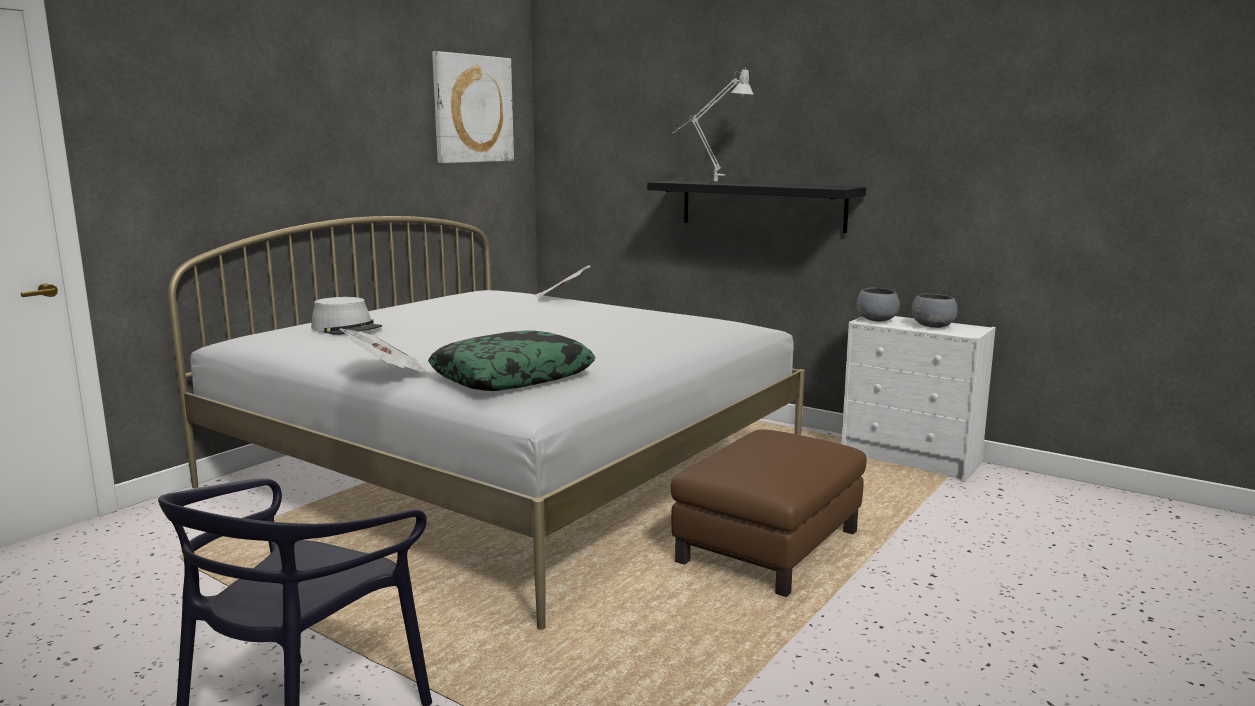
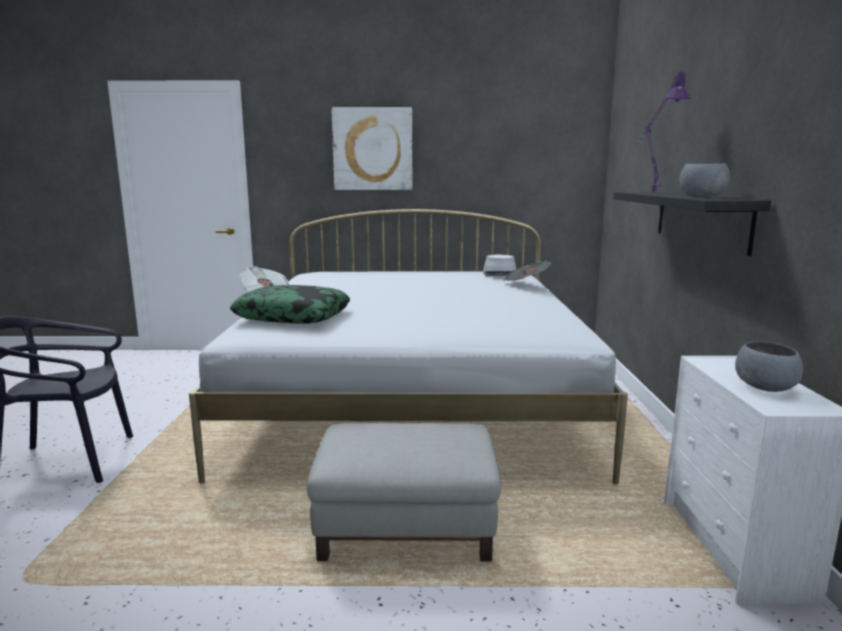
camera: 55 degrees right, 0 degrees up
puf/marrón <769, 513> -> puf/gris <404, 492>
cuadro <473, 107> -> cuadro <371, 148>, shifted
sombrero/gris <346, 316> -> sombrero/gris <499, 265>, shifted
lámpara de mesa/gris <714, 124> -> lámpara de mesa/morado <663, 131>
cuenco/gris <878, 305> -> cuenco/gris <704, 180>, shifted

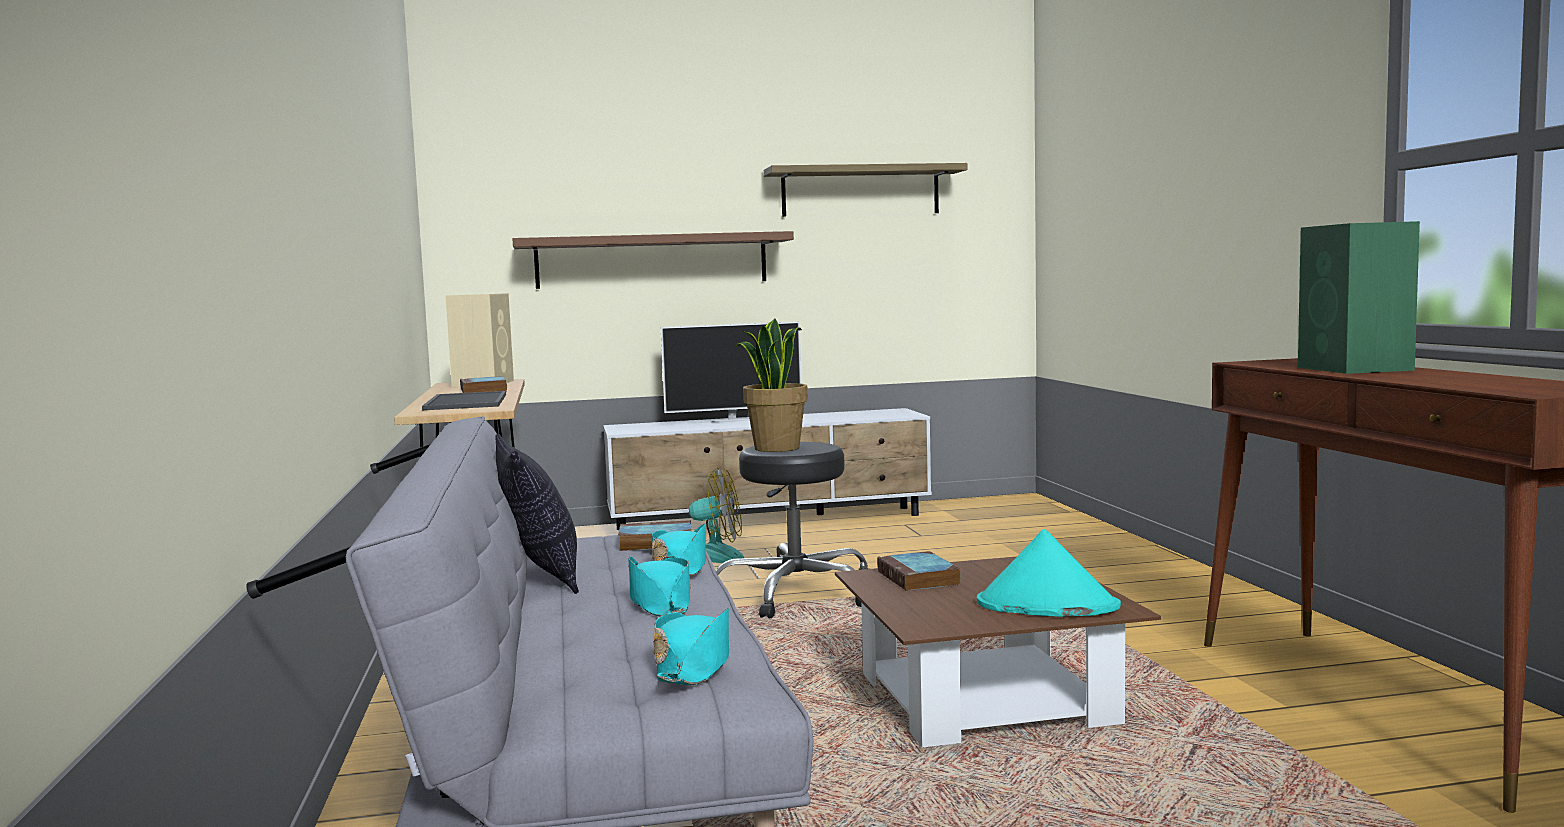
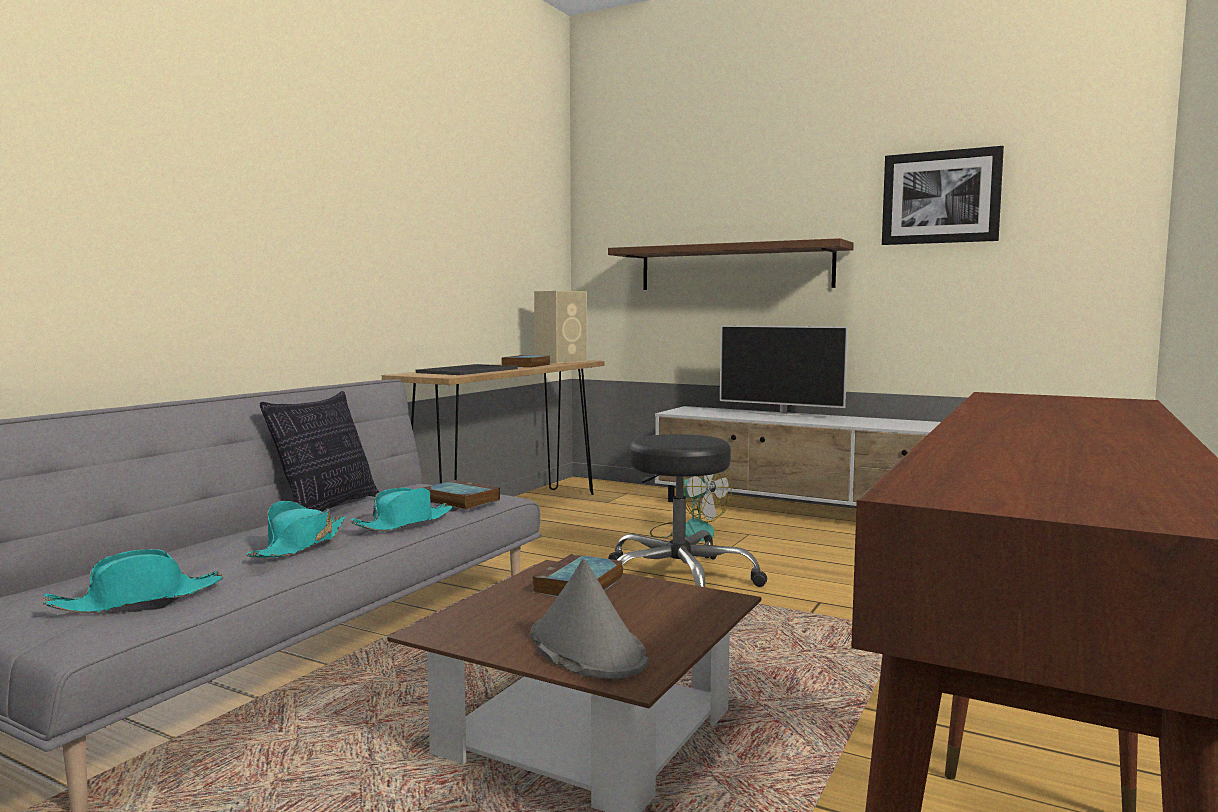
camera: 40 degrees right, 0 degrees up
sombrero/turquesa <1049, 573> -> sombrero/gris <589, 619>
estante <865, 190> -> cuadro <943, 195>
planta en maceta <772, 385> -> none
altavoz/verde <1359, 297> -> none

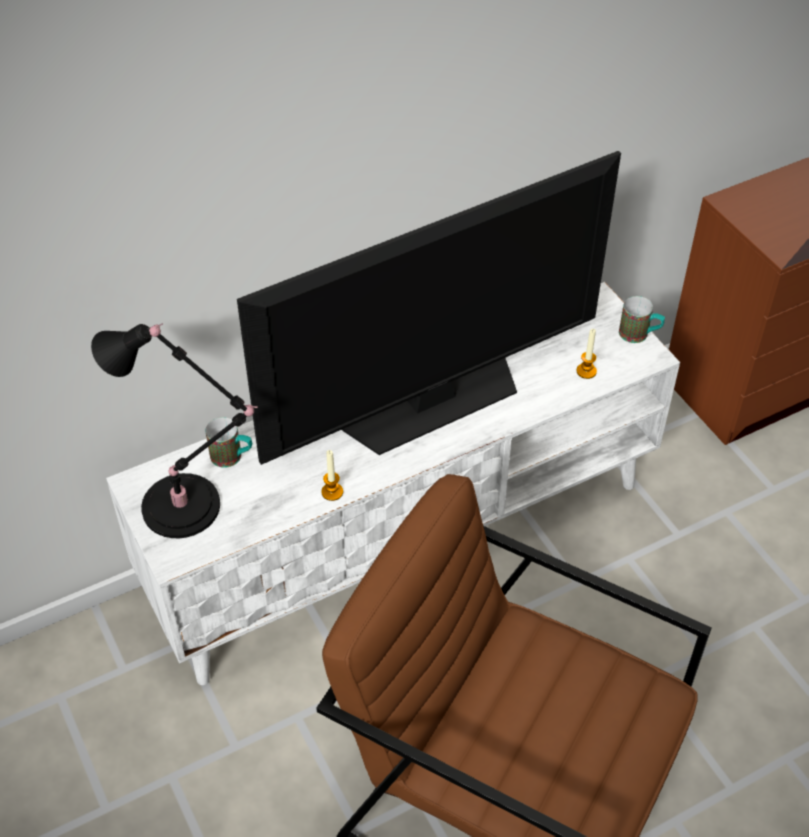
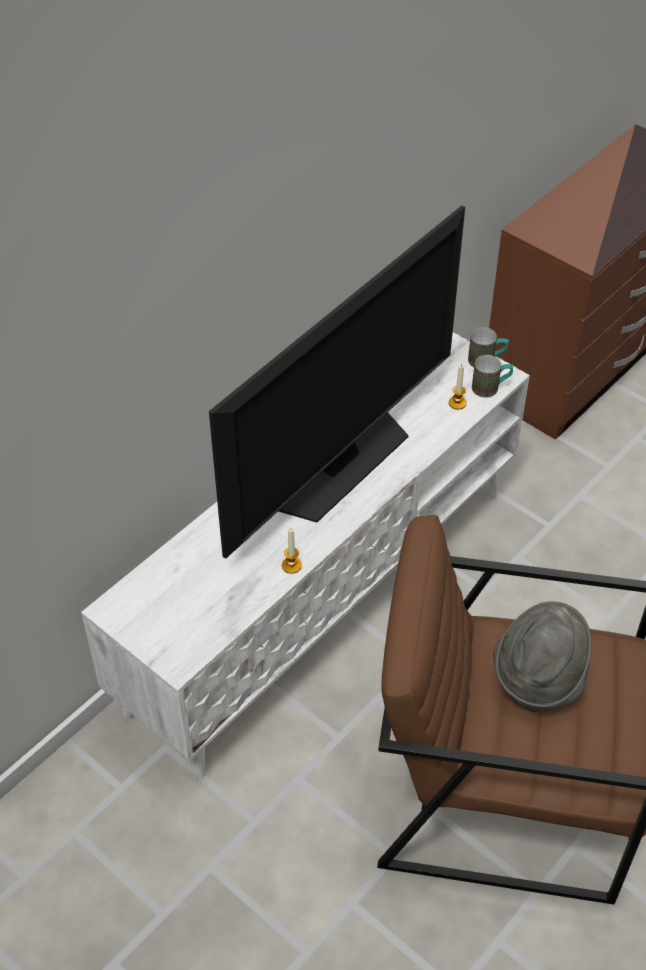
camera: 20 degrees left, 0 degrees up
taza grande <228, 442> -> taza grande <492, 376>, shifted
none -> sombrero/gris <542, 656>
lámpara de mesa/negro <174, 430> -> none

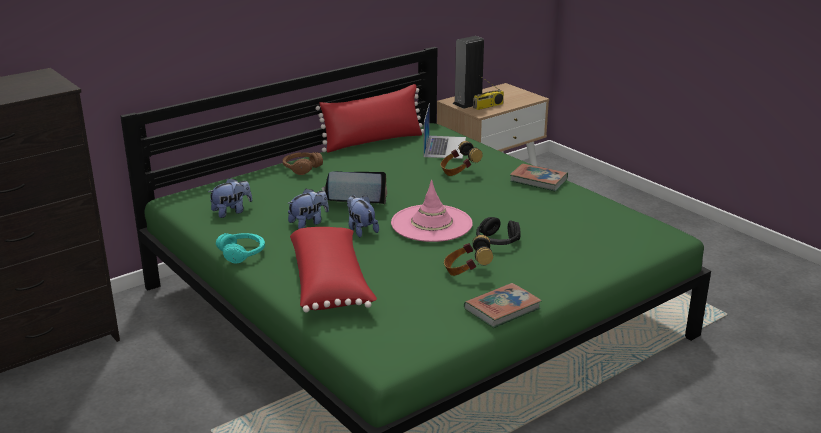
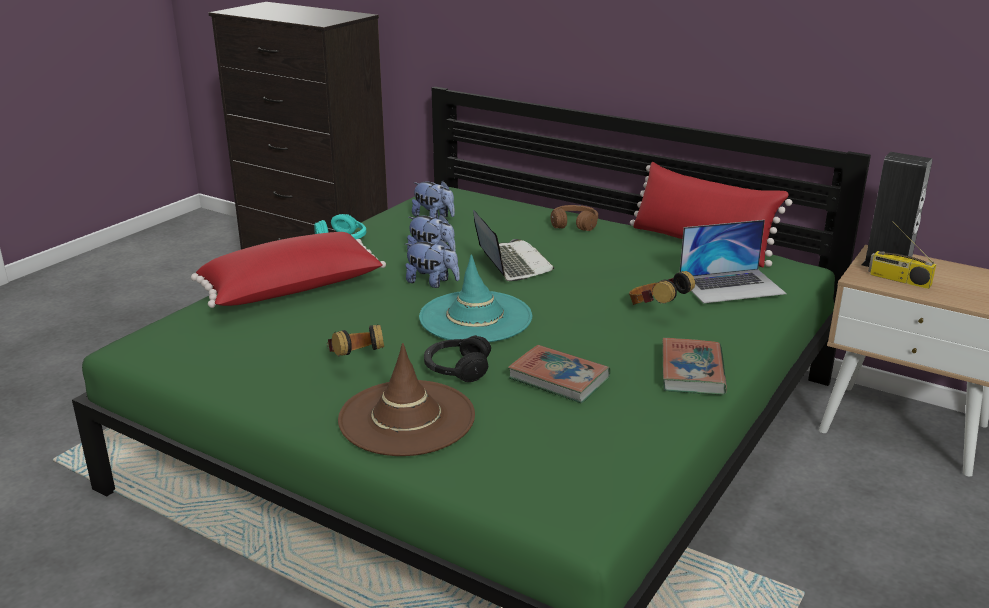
camera: 70 degrees right, 0 degrees up
none -> sombrero/marrón <406, 399>
peluche <363, 216> -> peluche <432, 263>, 75 degrees clockwise
sombrero/rosa <432, 211> -> sombrero/turquesa <475, 298>
libro <503, 305> -> libro <559, 374>, shifted

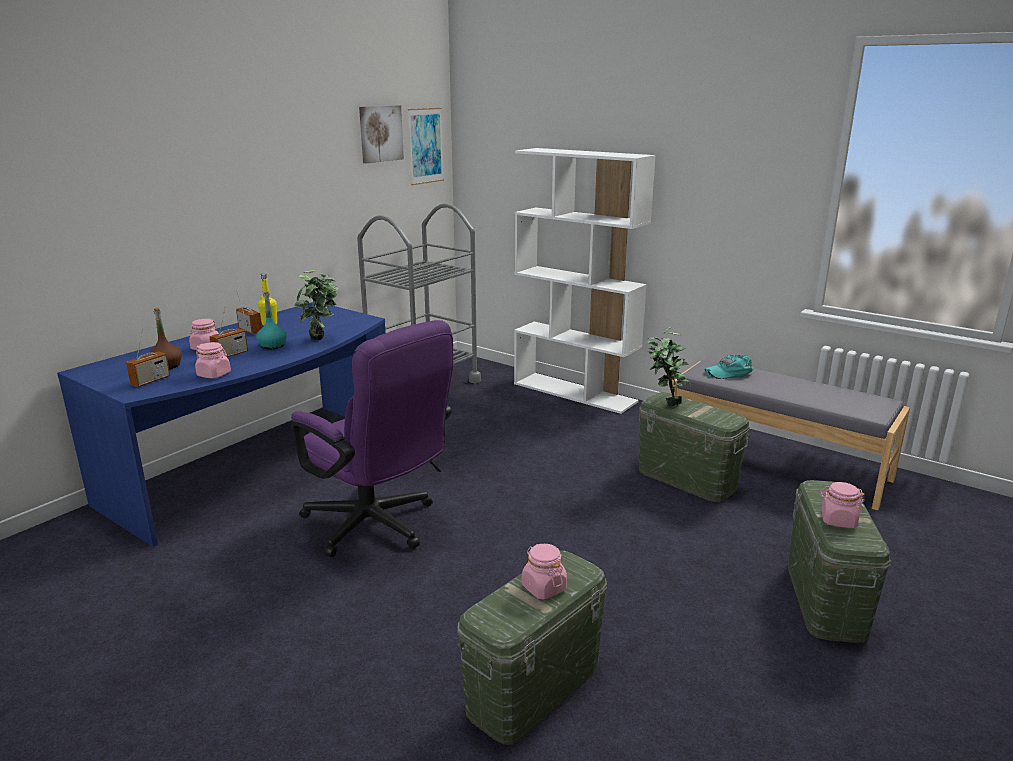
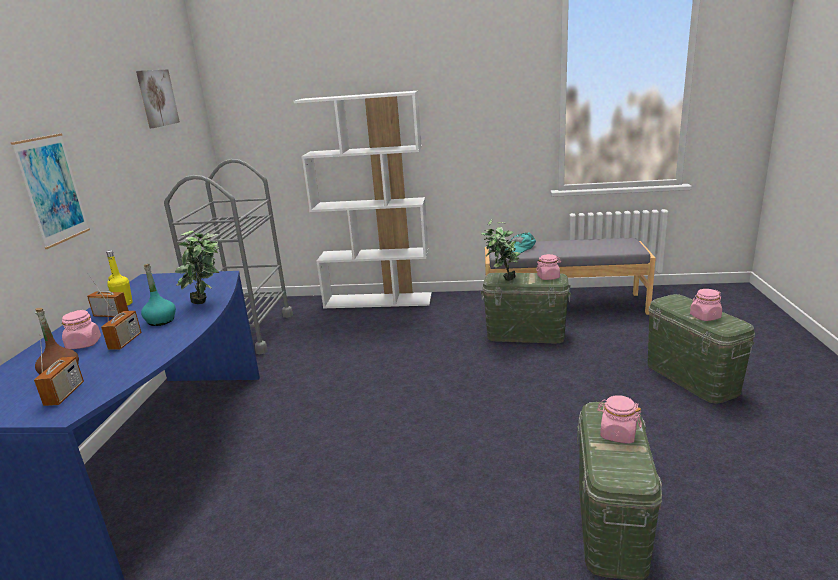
camera: 30 degrees left, 0 degrees up
cuadro <426, 146> -> cuadro <50, 191>, shifted
tarro/rosa <213, 360> -> tarro/rosa <548, 267>, shifted
silla de oficina/morado <372, 438> -> none

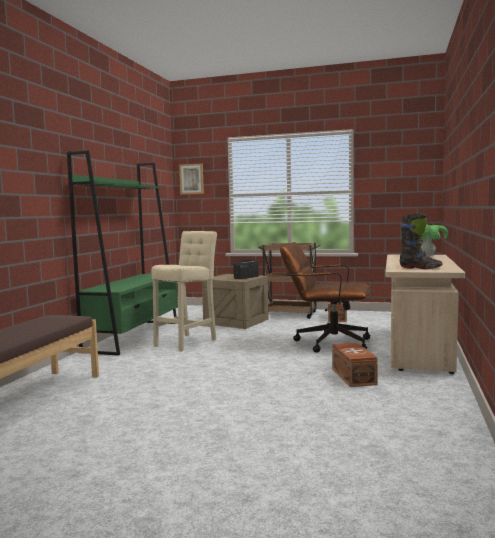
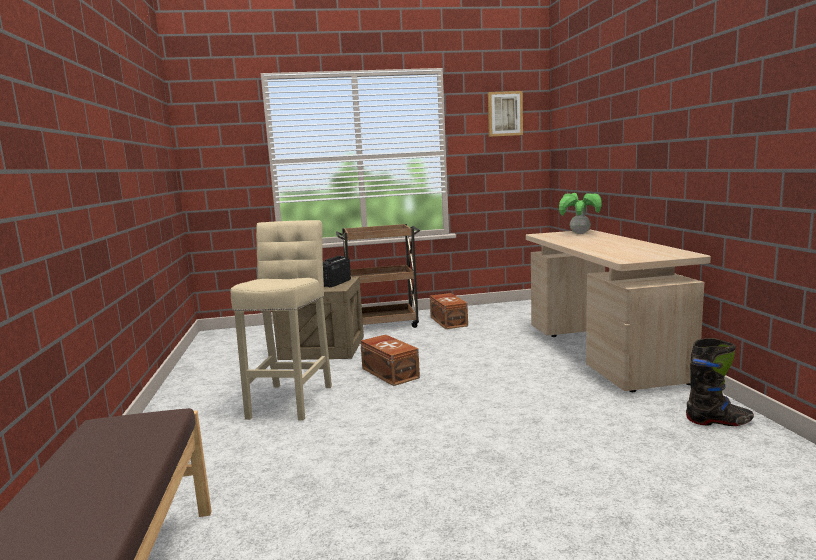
camera: 25 degrees left, 5 degrees up
caja de almacenaje/marrón <355, 365> -> caja de almacenaje/marrón <390, 360>, shifted
cuadro <191, 179> -> cuadro <505, 114>, shifted
bota/negro <421, 241> -> bota/negro <720, 382>, shifted
estantería/verde <122, 253> -> none
silla de oficina/marrón <325, 297> -> none

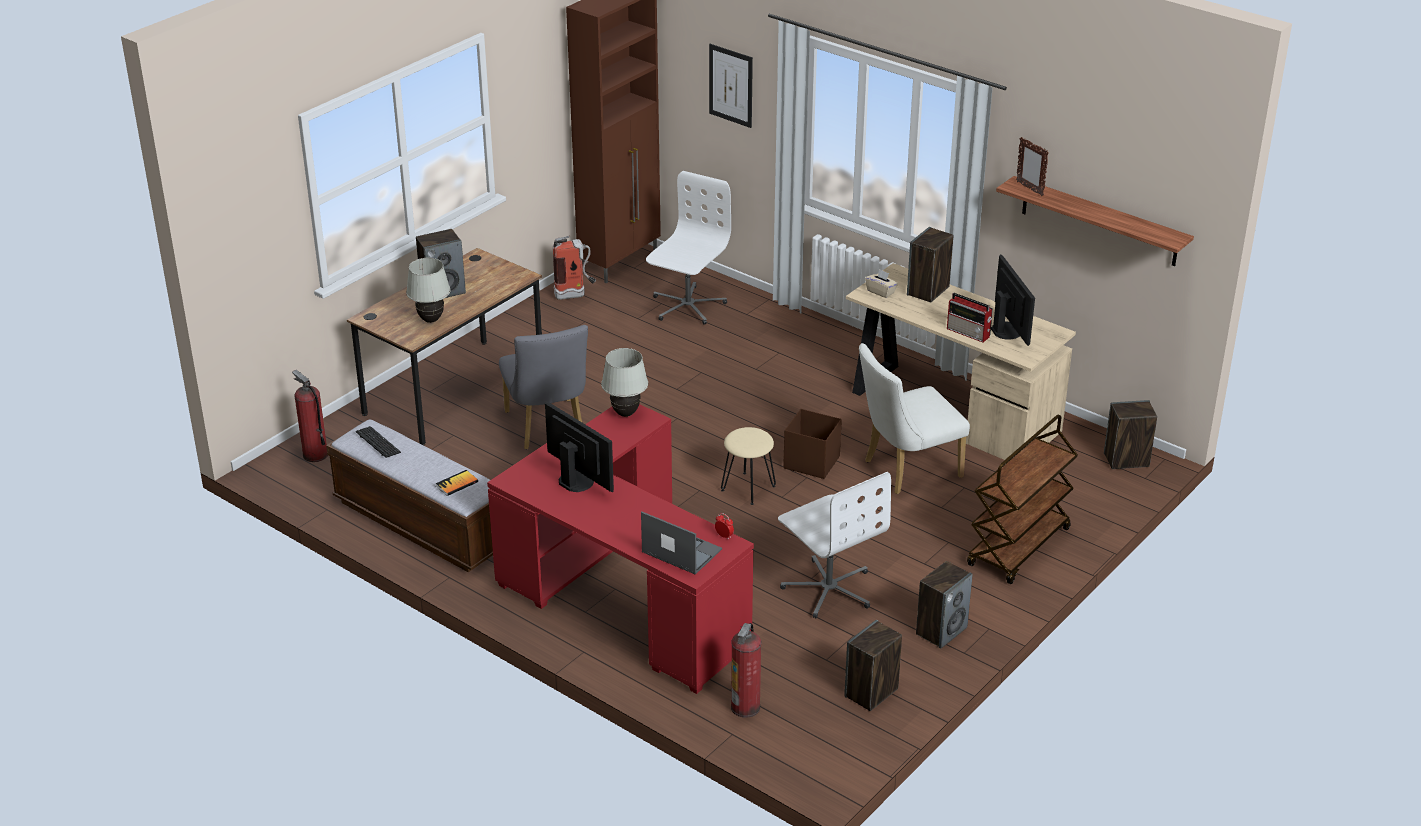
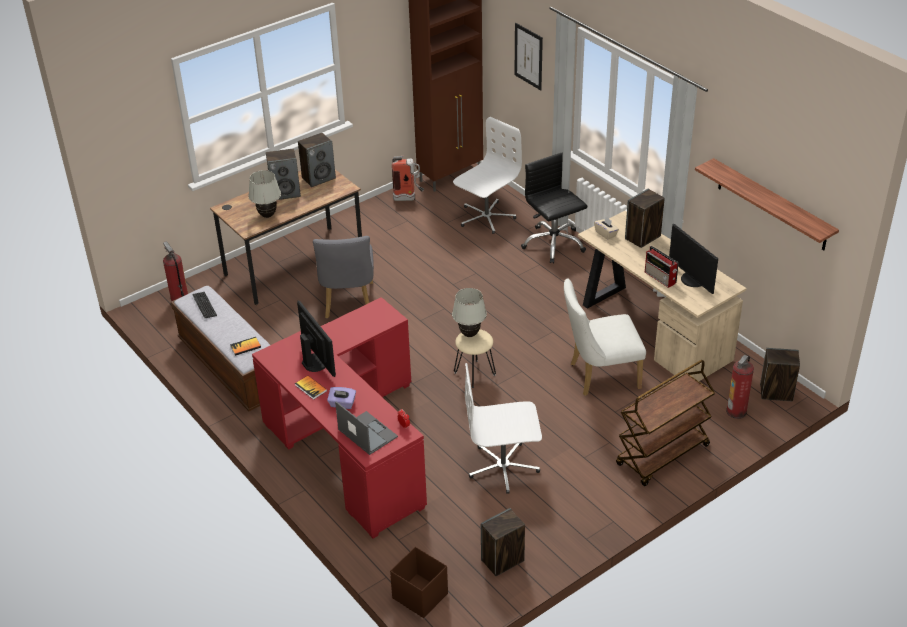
camera: 15 degrees right, 5 degrees up
none -> libro <311, 388>
altavoz <944, 605> -> altavoz <317, 160>, shifted
none -> caja de pañuelos/morado <341, 398>
caja de almacenaje/marrón <812, 444> -> caja de almacenaje/marrón <419, 582>, shifted
lámpara de mesa/blanco <624, 382> -> lámpara de mesa/blanco <469, 312>, shifted
silla de oficina/blanco <834, 545> -> silla de oficina/blanco <503, 428>, 105 degrees clockwise
none -> silla de oficina/negro <554, 207>
monitor <1013, 300> -> monitor <693, 259>, 150 degrees clockwise
extintor <746, 670> -> extintor <740, 387>, shifted
portarretratos <1032, 166> -> none

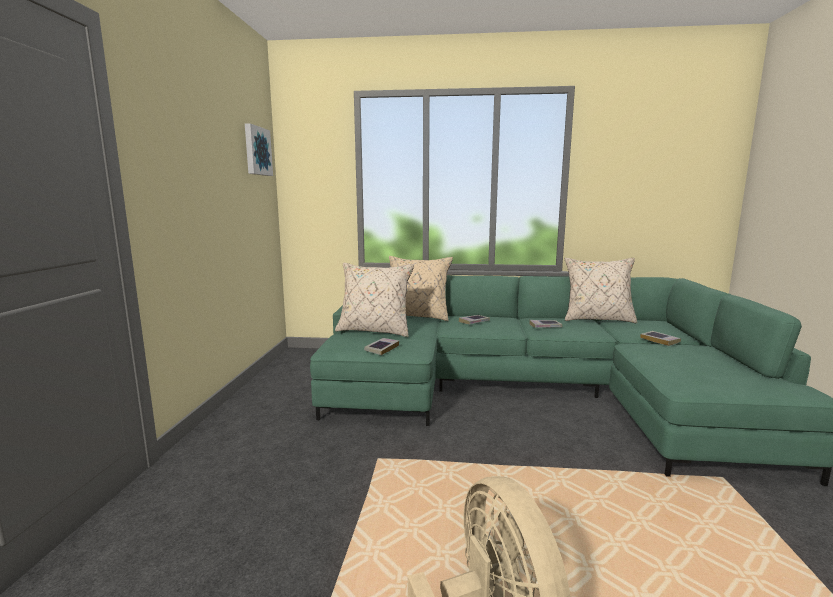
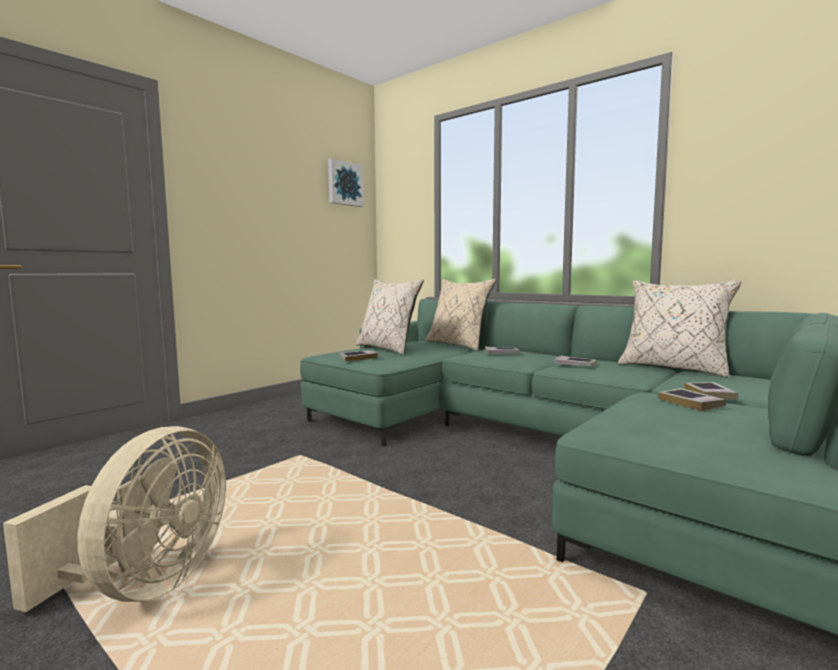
camera: 35 degrees right, 5 degrees down
none -> libro <692, 399>

